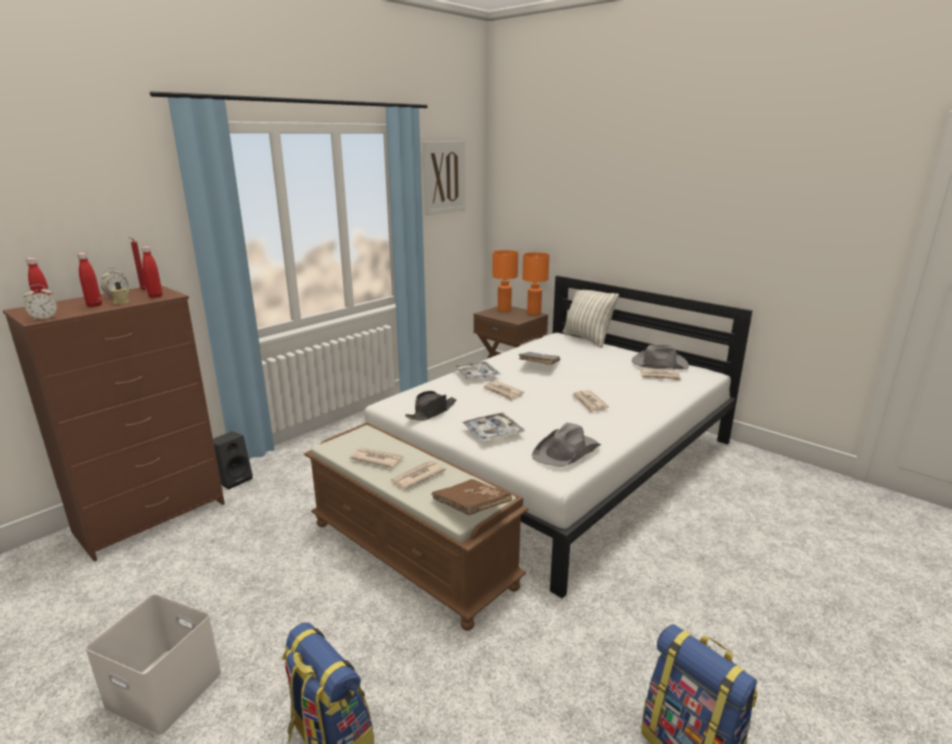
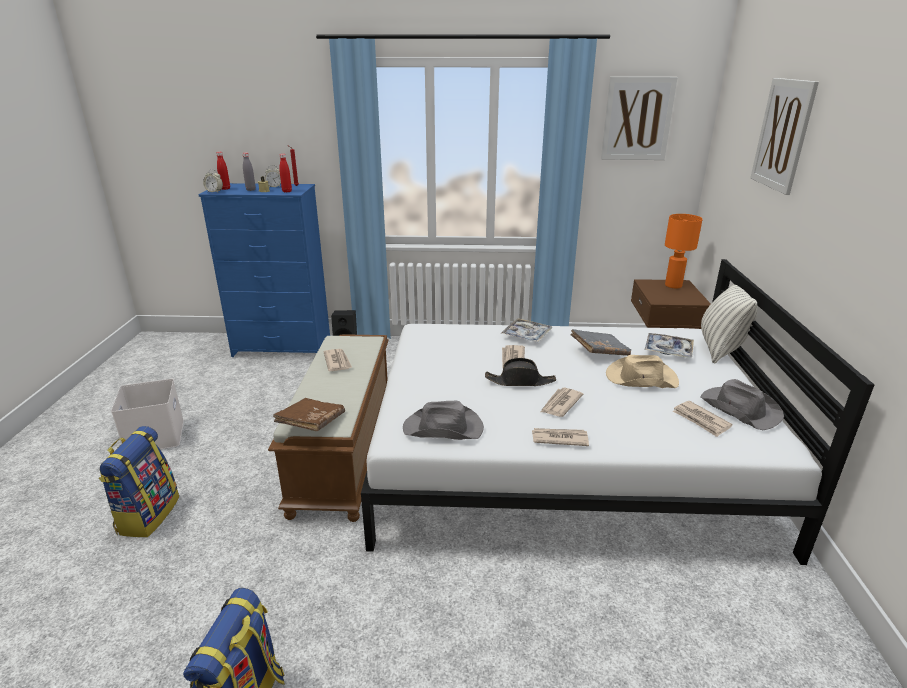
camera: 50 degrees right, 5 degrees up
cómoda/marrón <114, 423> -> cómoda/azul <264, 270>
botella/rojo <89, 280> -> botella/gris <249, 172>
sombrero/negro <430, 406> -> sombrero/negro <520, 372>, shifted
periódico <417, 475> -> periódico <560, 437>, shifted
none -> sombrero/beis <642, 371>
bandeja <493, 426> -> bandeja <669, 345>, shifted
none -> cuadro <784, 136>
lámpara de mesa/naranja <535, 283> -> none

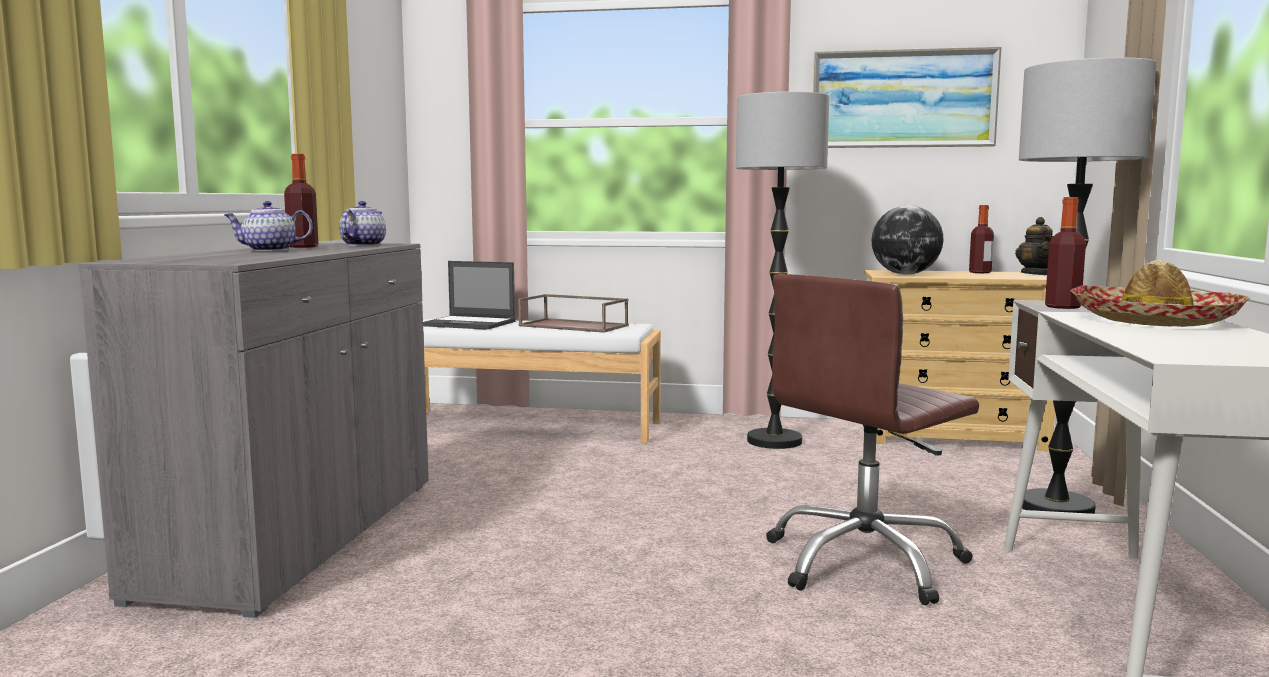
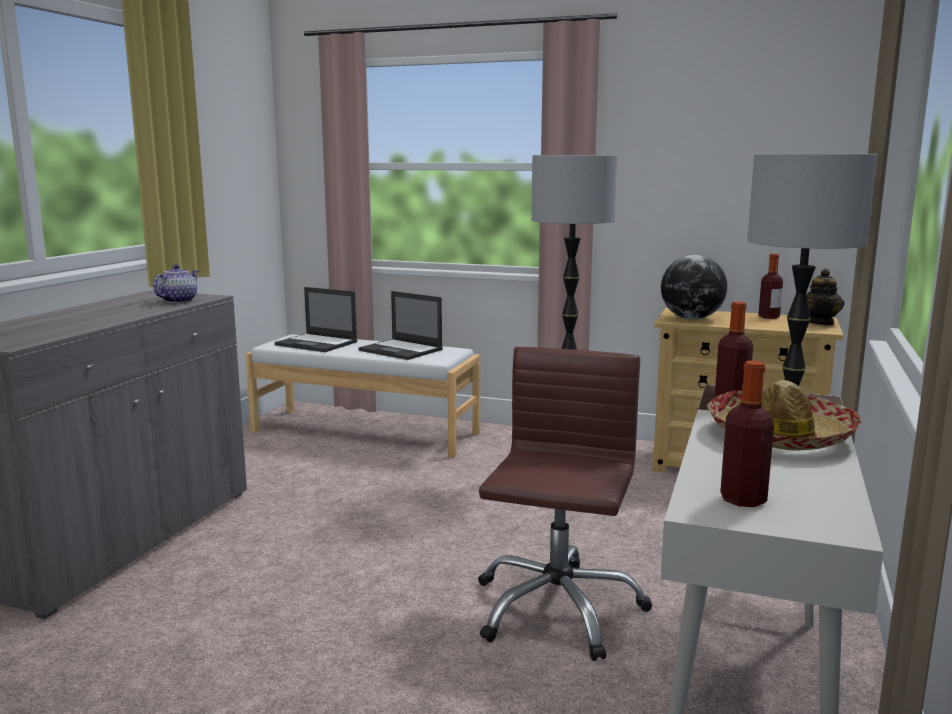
camera: 10 degrees right, 5 degrees up
bandeja/marrón <573, 313> -> portátil <400, 325>
silla de oficina/marrón <872, 439> -> silla de oficina/marrón <565, 504>, 135 degrees clockwise
botella <301, 201> -> botella <747, 433>, shifted
tetera <268, 226> -> none
cuadro <907, 97> -> none

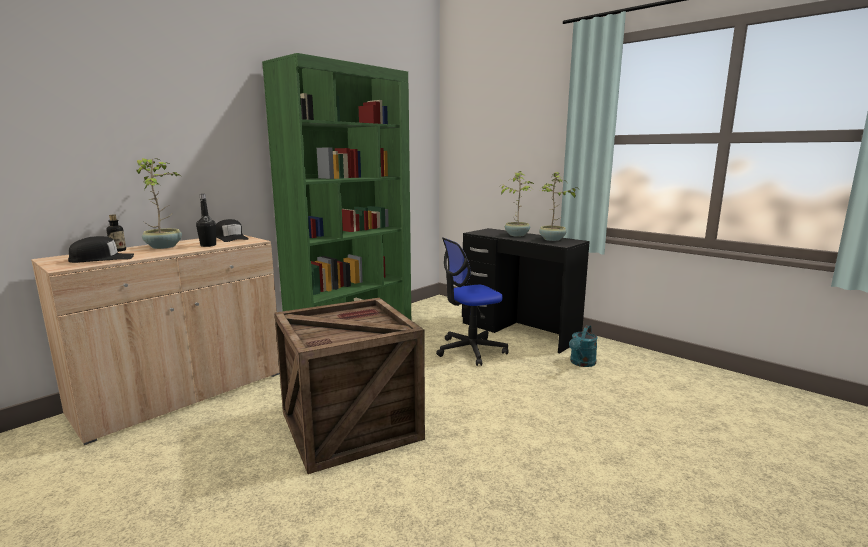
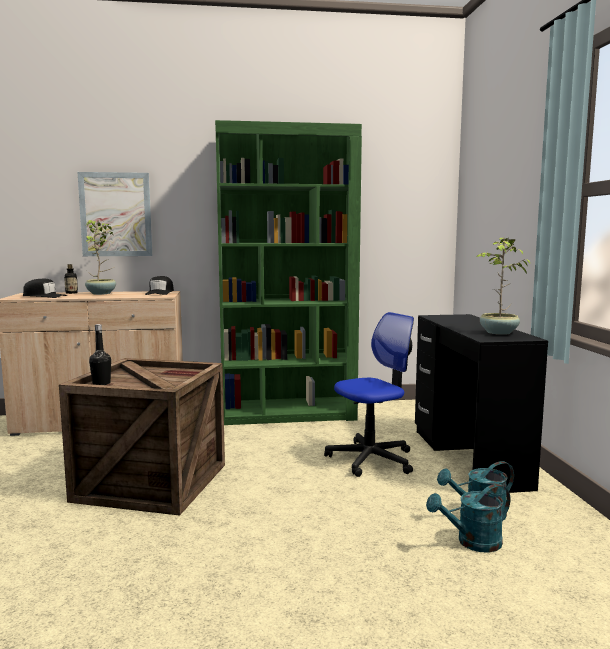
camera: 40 degrees right, 5 degrees down
none -> cuadro <115, 214>
botella/negro <206, 220> -> botella/negro <100, 354>, shifted
silla de oficina <472, 301> -> silla de oficina <369, 394>, 135 degrees clockwise
none -> regadera/turquesa <468, 518>
planta en maceta <517, 204> -> none

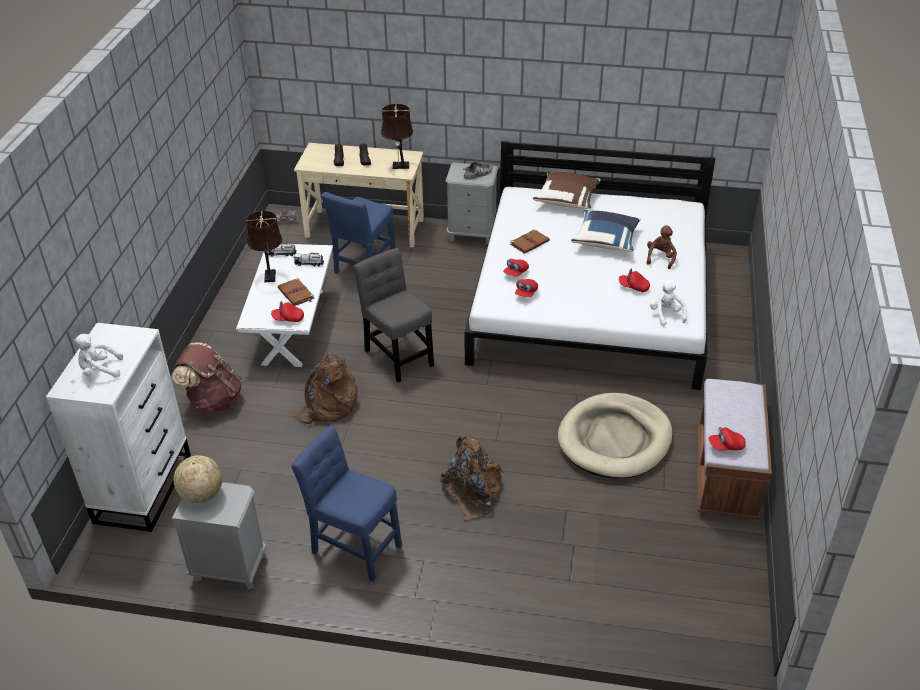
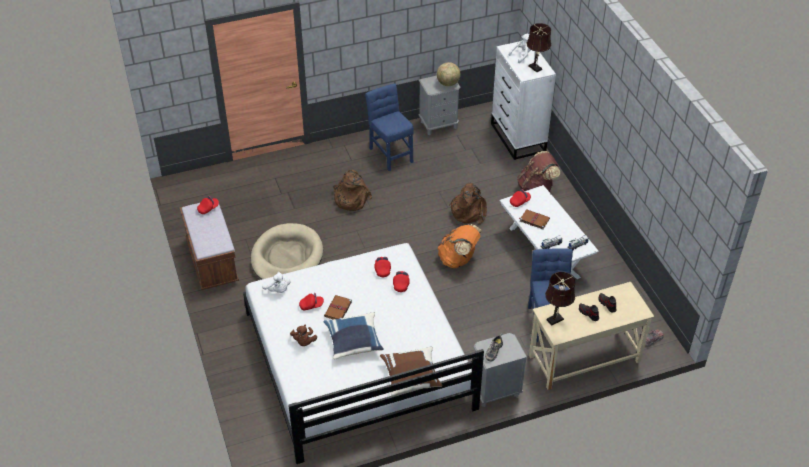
camera: 150 degrees right, 5 degrees up
libro/marrón <530, 241> -> libro/marrón <338, 307>, shifted
silla/azul <347, 503> -> silla/azul <389, 127>, 120 degrees counterclockwise
silla/gris <393, 315> -> mochila/naranja <459, 246>
lámpara de mesa/marrón <264, 246> -> lámpara de mesa/marrón <538, 48>, shifted

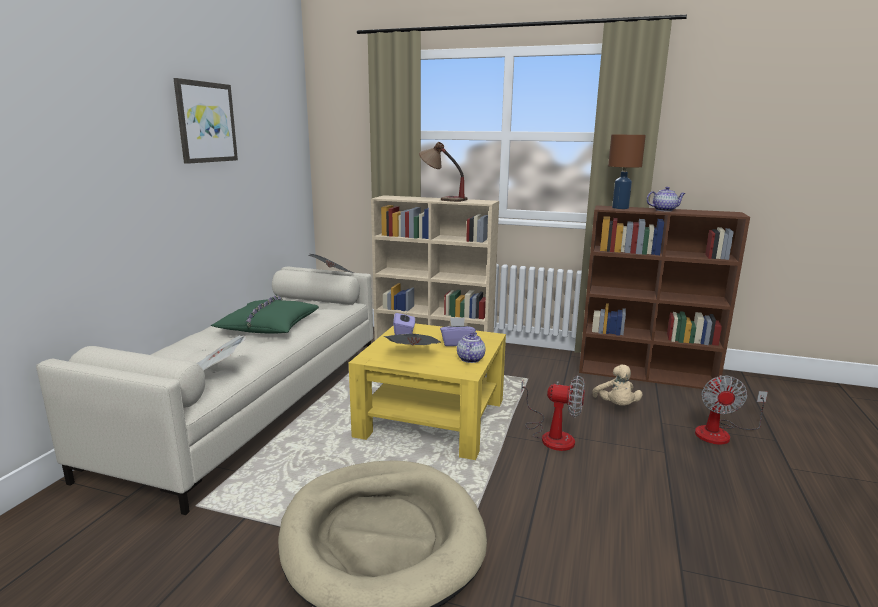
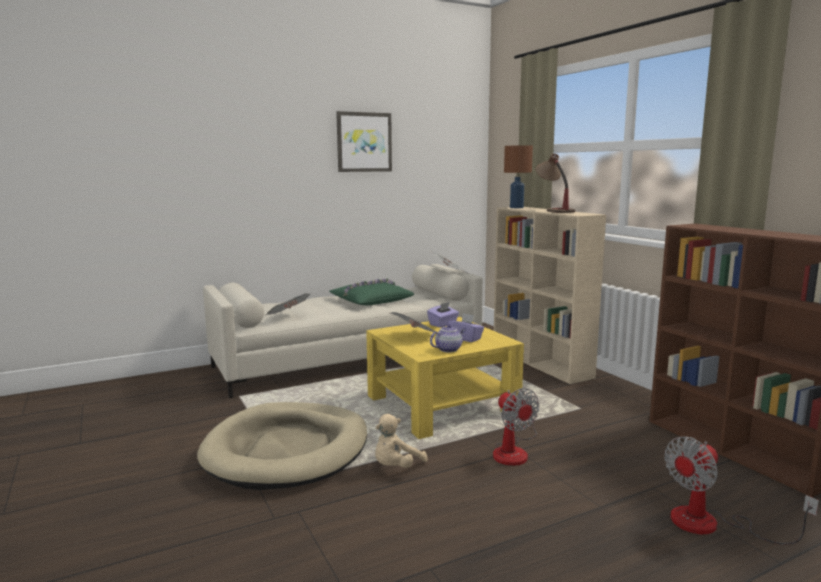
camera: 45 degrees right, 5 degrees down
peluche/beis <617, 385> -> peluche/beis <401, 441>, shifted
lámpara de mesa/marrón <627, 171> -> lámpara de mesa/marrón <518, 176>, shifted
tetera <666, 199> -> none

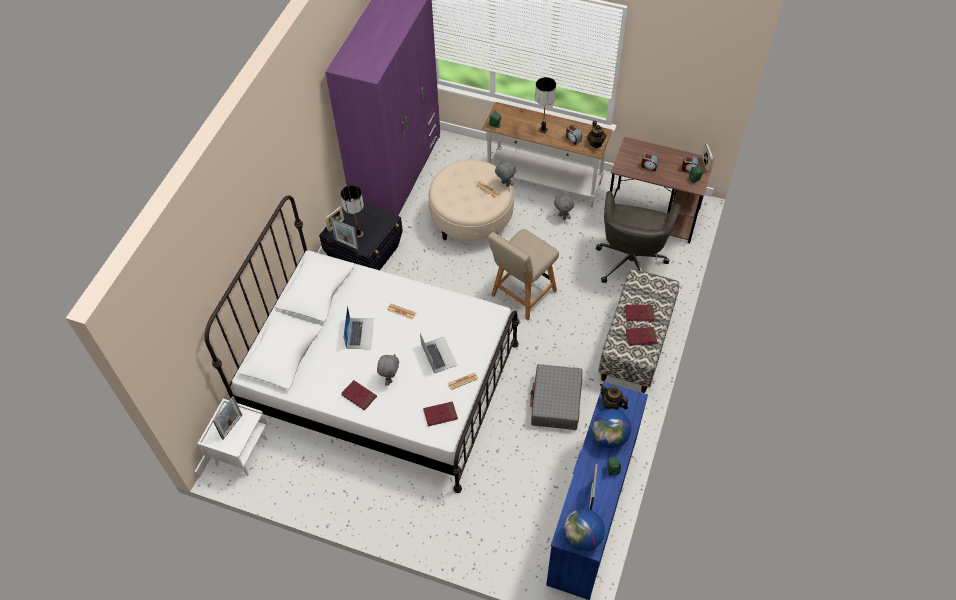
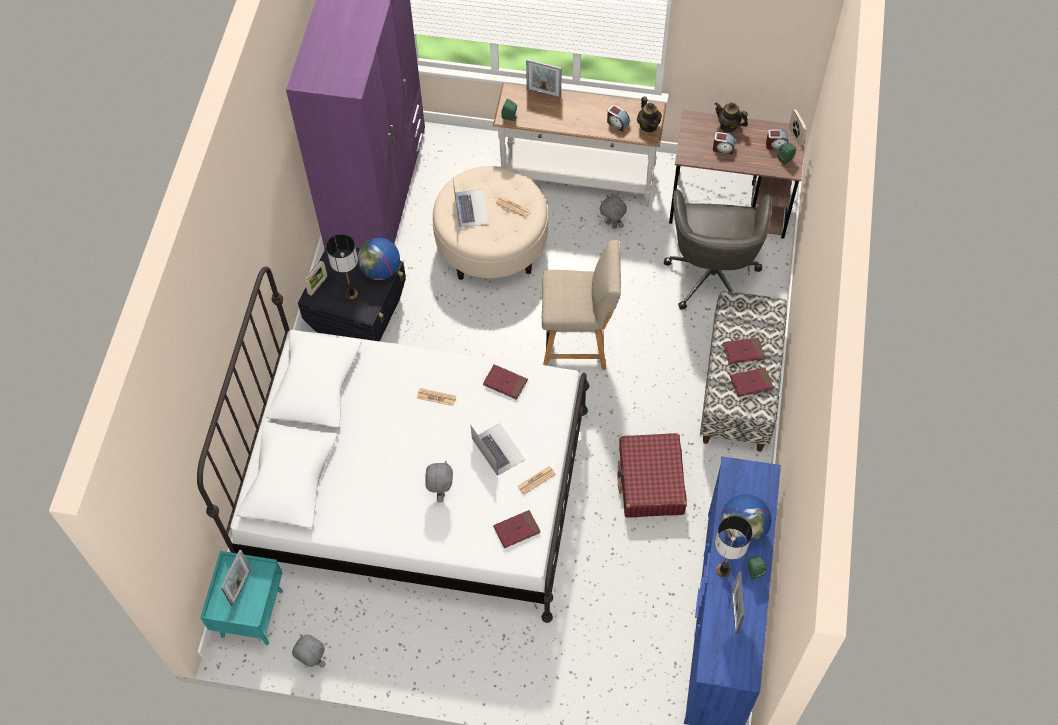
camera: 10 degrees left, 5 degrees up
mesita de noche/blanco <233, 437> -> mesita de noche/turquesa <241, 598>
peluche/gris <505, 172> -> peluche/gris <309, 651>, shifted
globo terráqueo <584, 530> -> globo terráqueo <378, 259>, shifted
portátil <358, 327> -> portátil <471, 203>, shifted
libro/rojo <359, 395> -> libro/rojo <505, 382>, shifted
portarretratos <344, 234> -> portarretratos <544, 78>, shifted
silla/beis <523, 274> -> silla/beis <581, 305>, 120 degrees counterclockwise
maleta/gris <556, 397> -> maleta/rojo <652, 475>
tetera <614, 397> -> tetera <731, 117>, shifted
lámpara de mesa <545, 105> -> lámpara de mesa <733, 547>, shifted

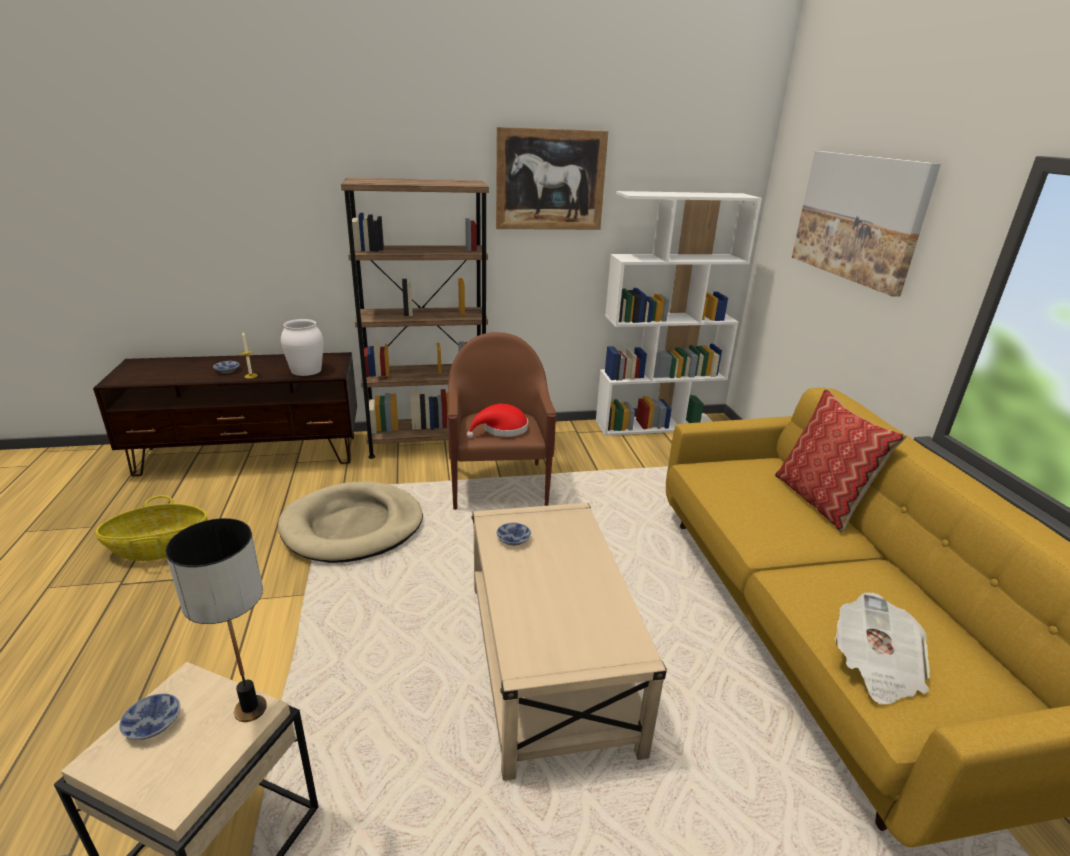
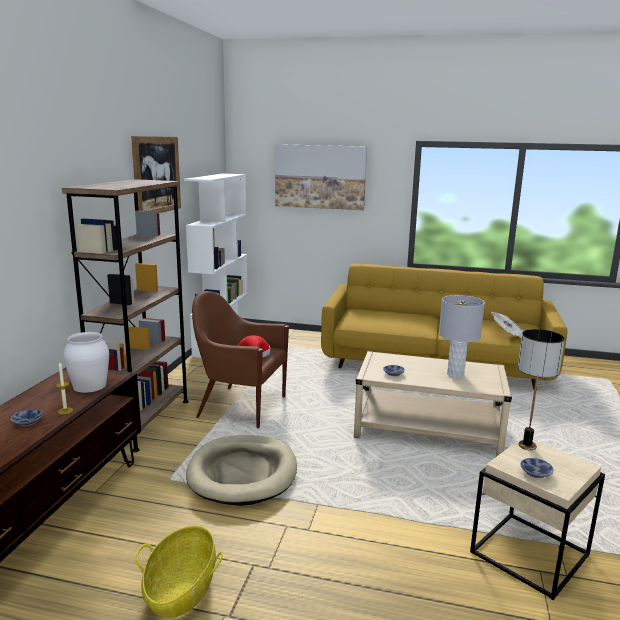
camera: 65 degrees left, 10 degrees down
none -> lámpara de mesa/gris <462, 336>
cojín <841, 461> -> none

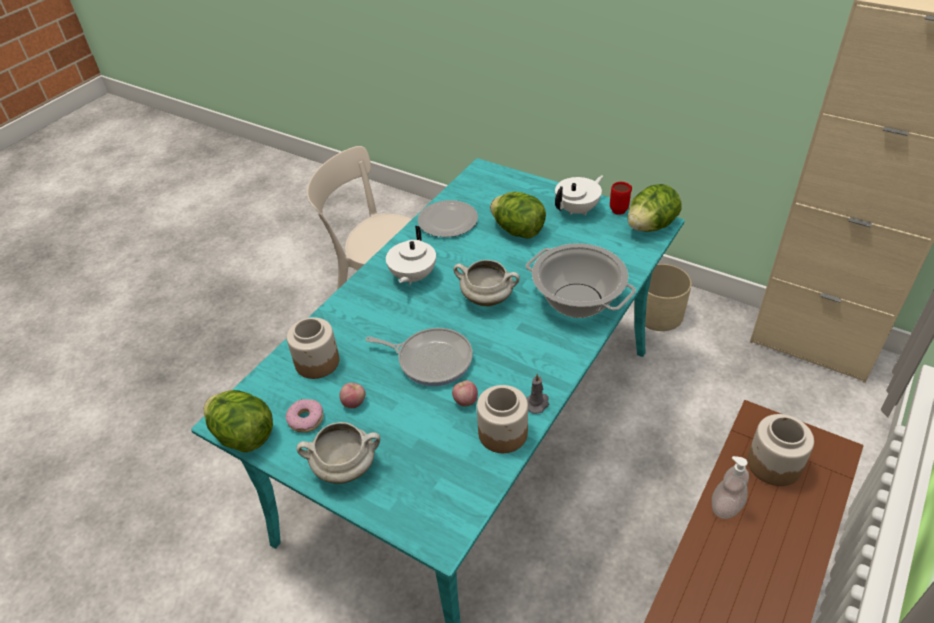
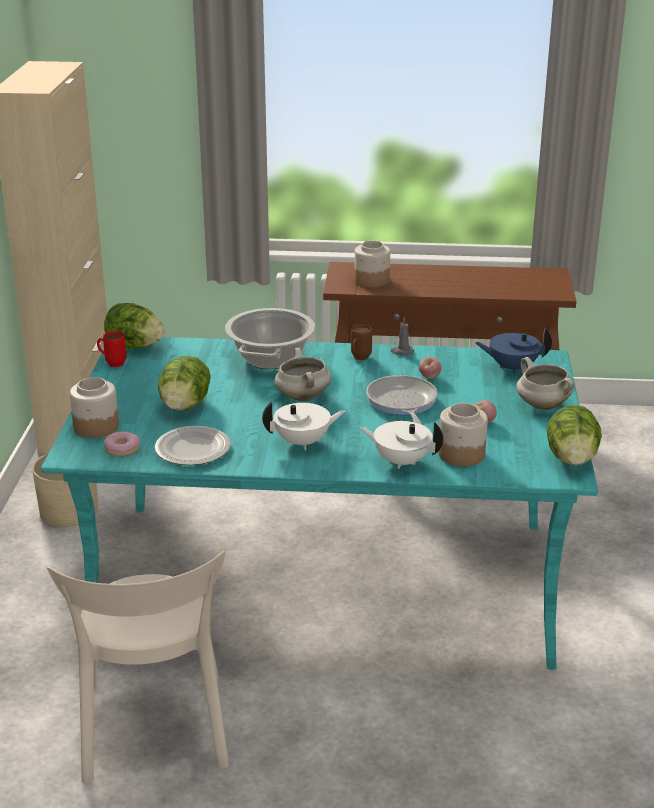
camera: 120 degrees left, 15 degrees down
tarro <502, 419> -> tarro <94, 407>, shifted
rosquilla <304, 416> -> rosquilla <122, 444>, shifted
none -> taza grande/marrón <361, 342>
tetera/blanco <579, 195> -> tetera/blanco <401, 445>, shifted
none -> tetera/azul <513, 350>
dispensador de jabón <730, 487> -> none

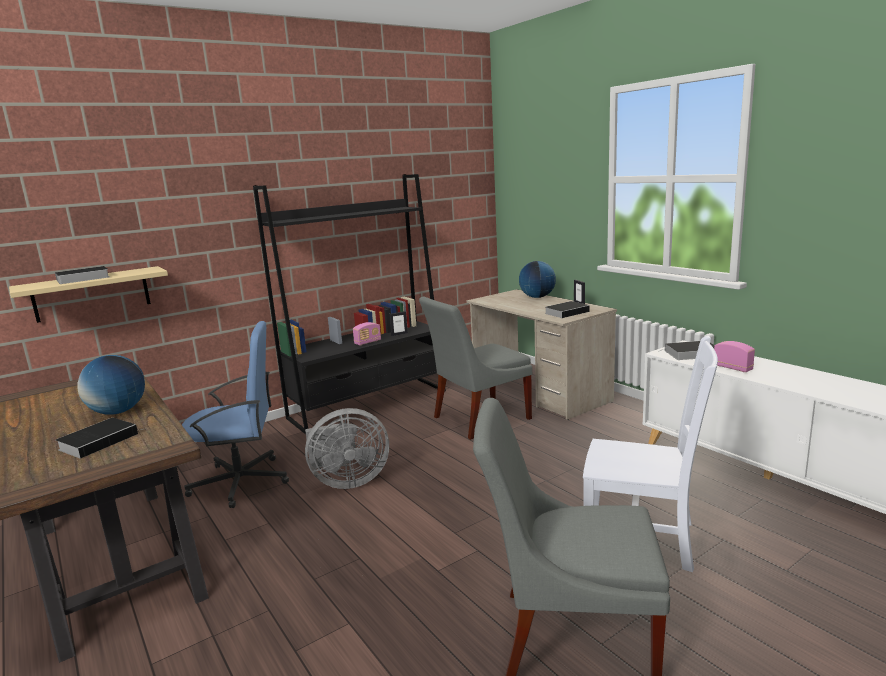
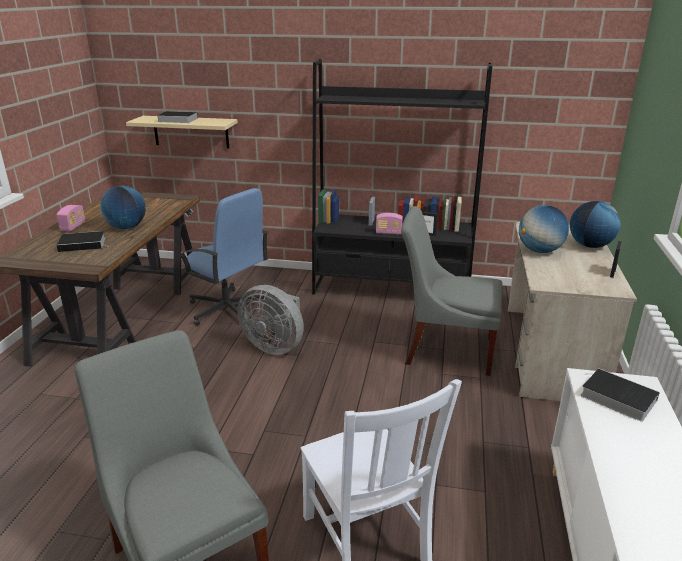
camera: 45 degrees right, 10 degrees up
radio <734, 356> -> radio <71, 218>, shifted
none -> globo terráqueo <544, 229>
libro <567, 309> -> none

